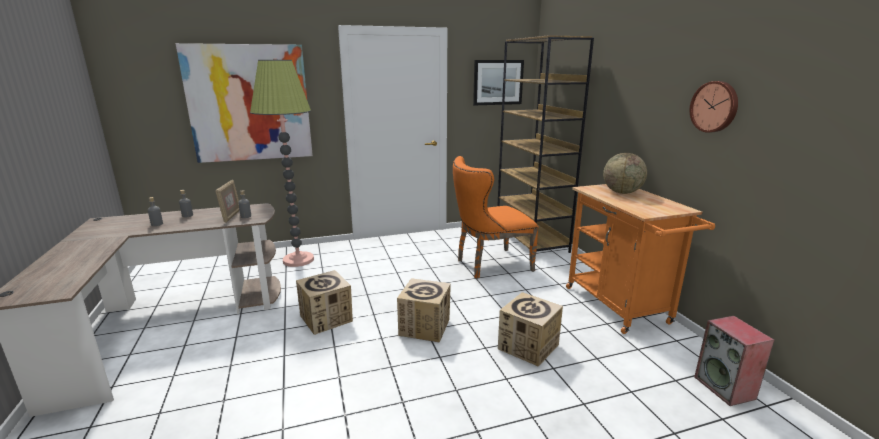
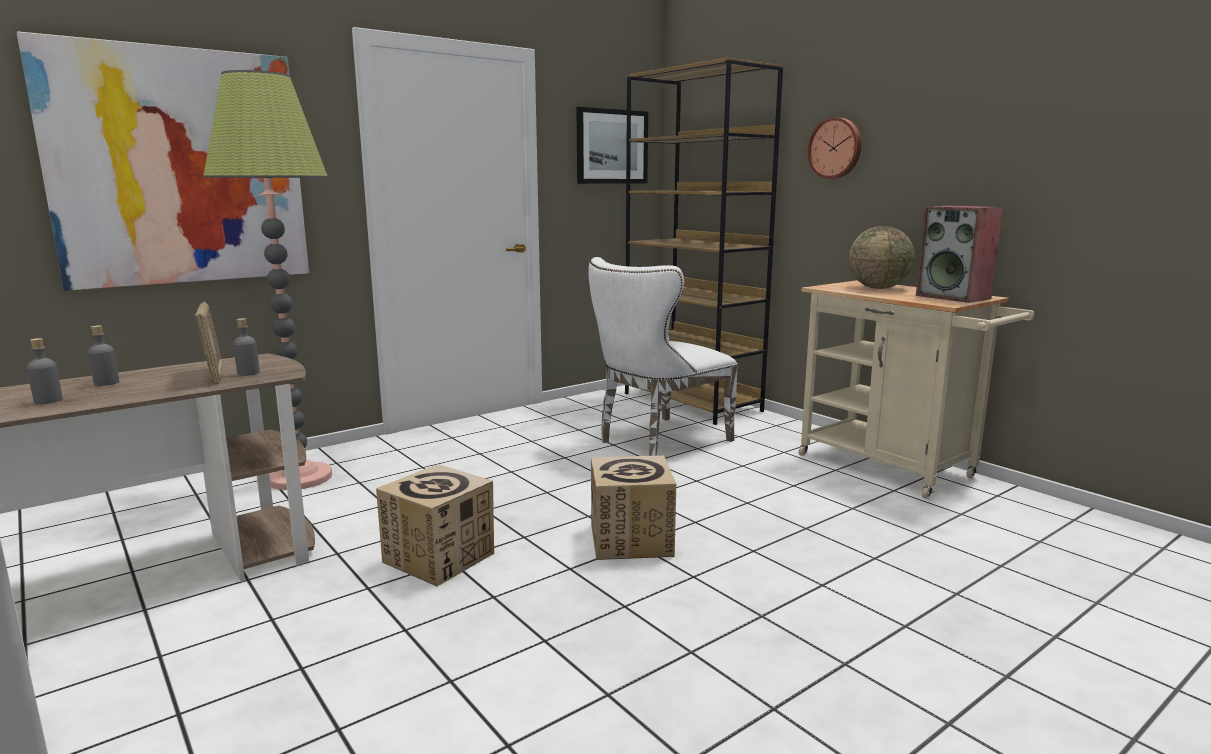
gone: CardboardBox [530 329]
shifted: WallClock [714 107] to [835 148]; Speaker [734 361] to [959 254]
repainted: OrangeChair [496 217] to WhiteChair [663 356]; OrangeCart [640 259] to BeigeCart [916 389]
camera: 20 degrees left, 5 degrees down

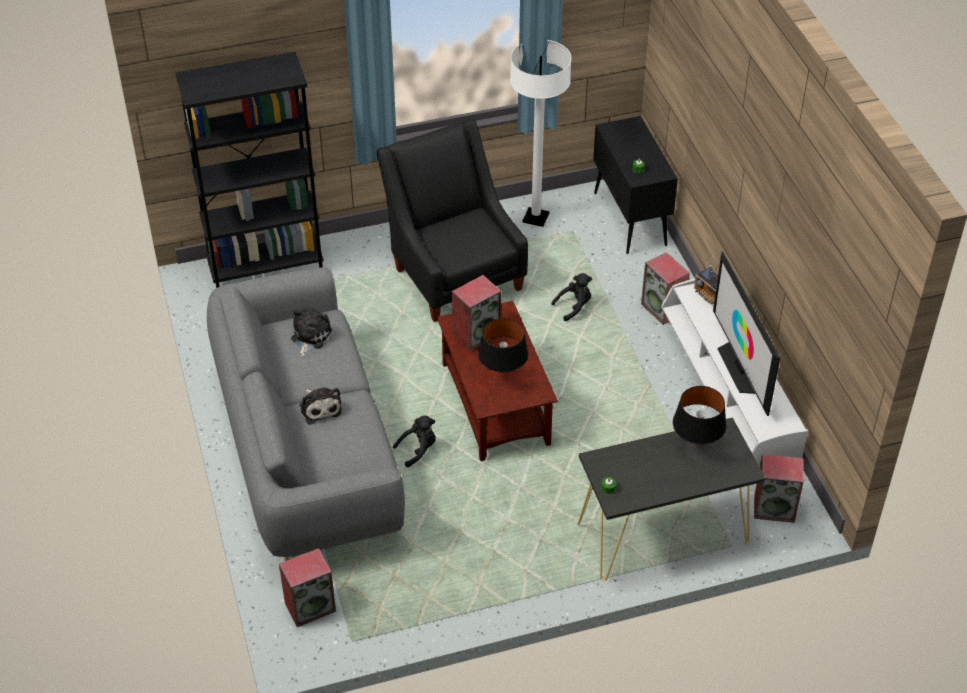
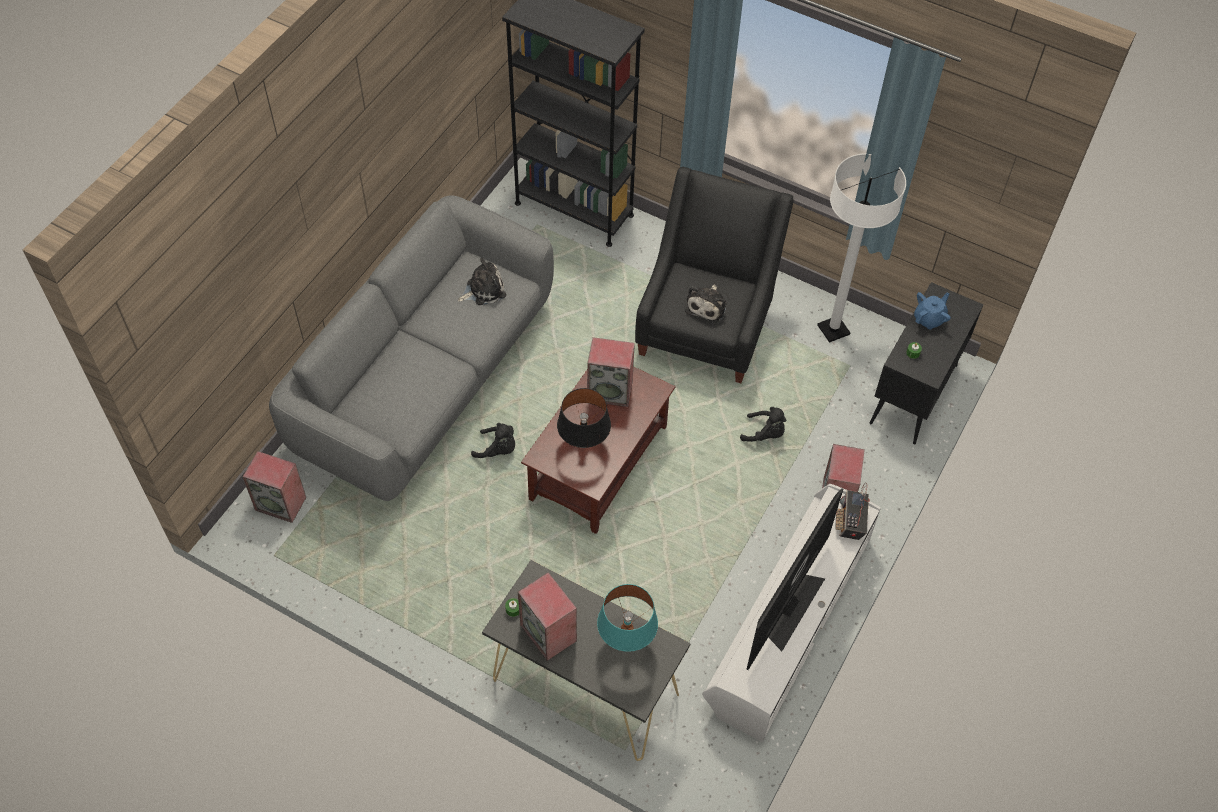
new: BlueTeapot [932 311]
shifted: Speaker [779 488] to [547 616]; PlushToy [320 406] to [706 303]
repainted: BlackTableLamp [699 416] to TurquoiseTableLamp [627 618]
camera: 45 degrees right, 10 degrees up

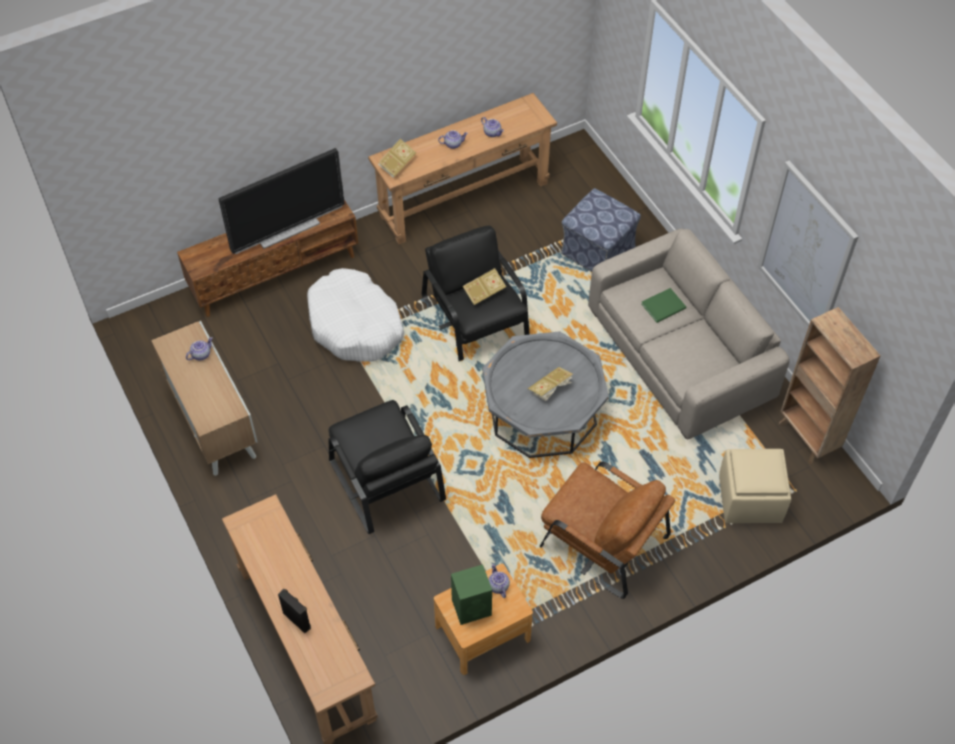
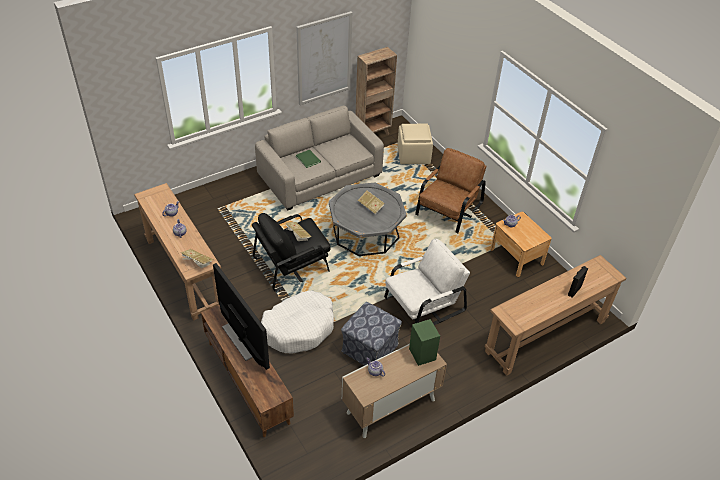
shifted: Ottoman [600 230] to [371 334]; GreenSpeaker [471 594] to [424 342]
repainted: BlackArmchair [387 467] to WhiteArmchair [427 282]
camera: 95 degrees left, 10 degrees down

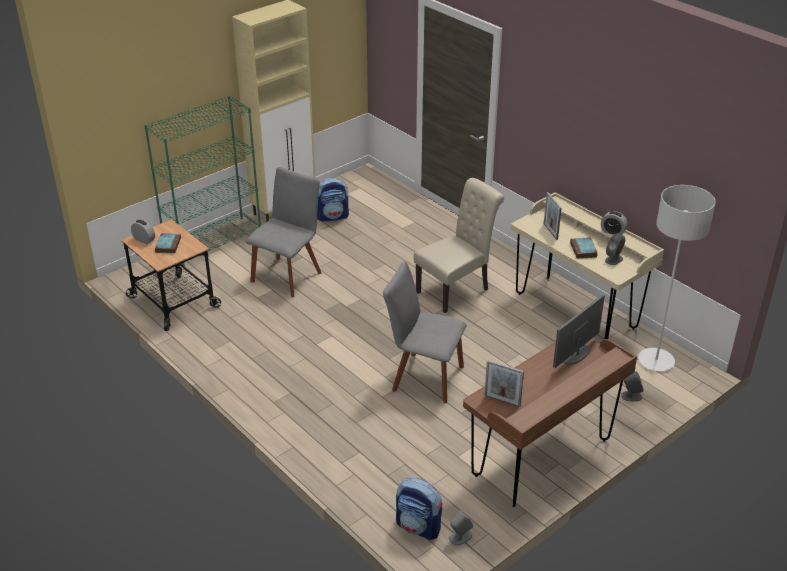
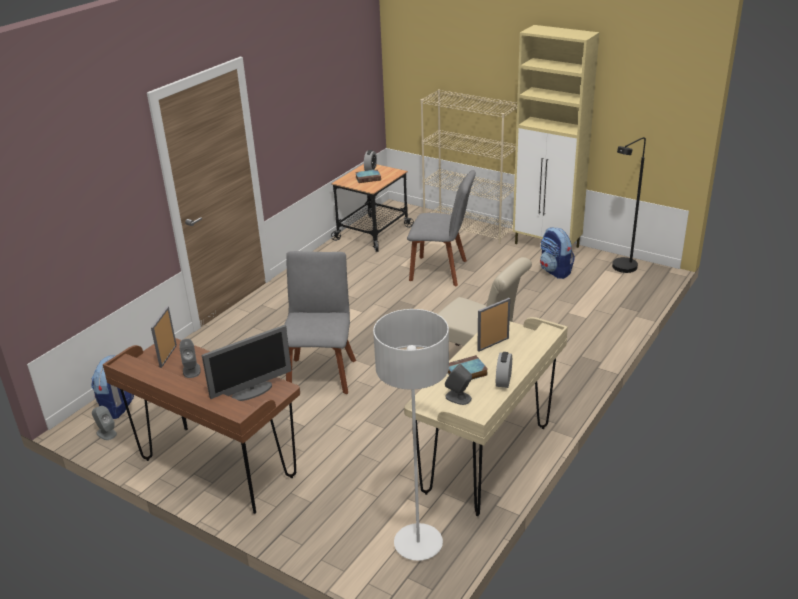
new: BlackFloorLamp [629 205]
shifted: GreySpeaker [632 386] to [190 358]
repainted: GreenBookcase [202 180] to BeigeBookcase [468 167]
rotated: Monitor [579 331] = [247 363] 120 degrees clockwise
camera: 75 degrees right, 5 degrees down

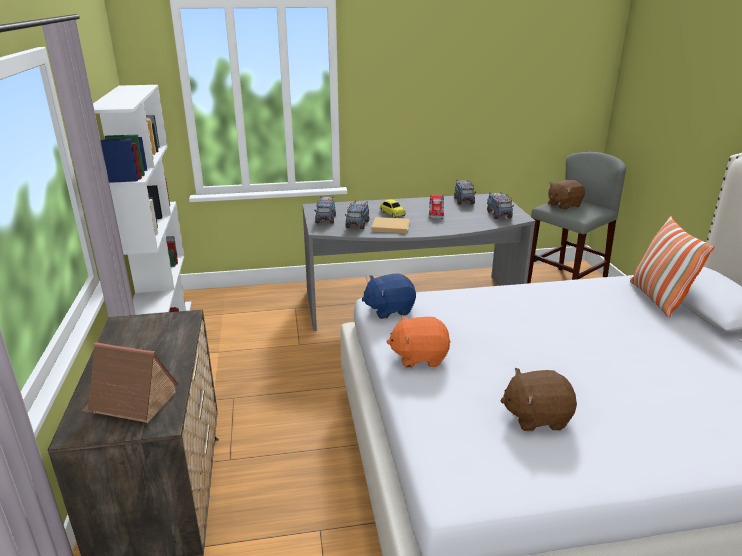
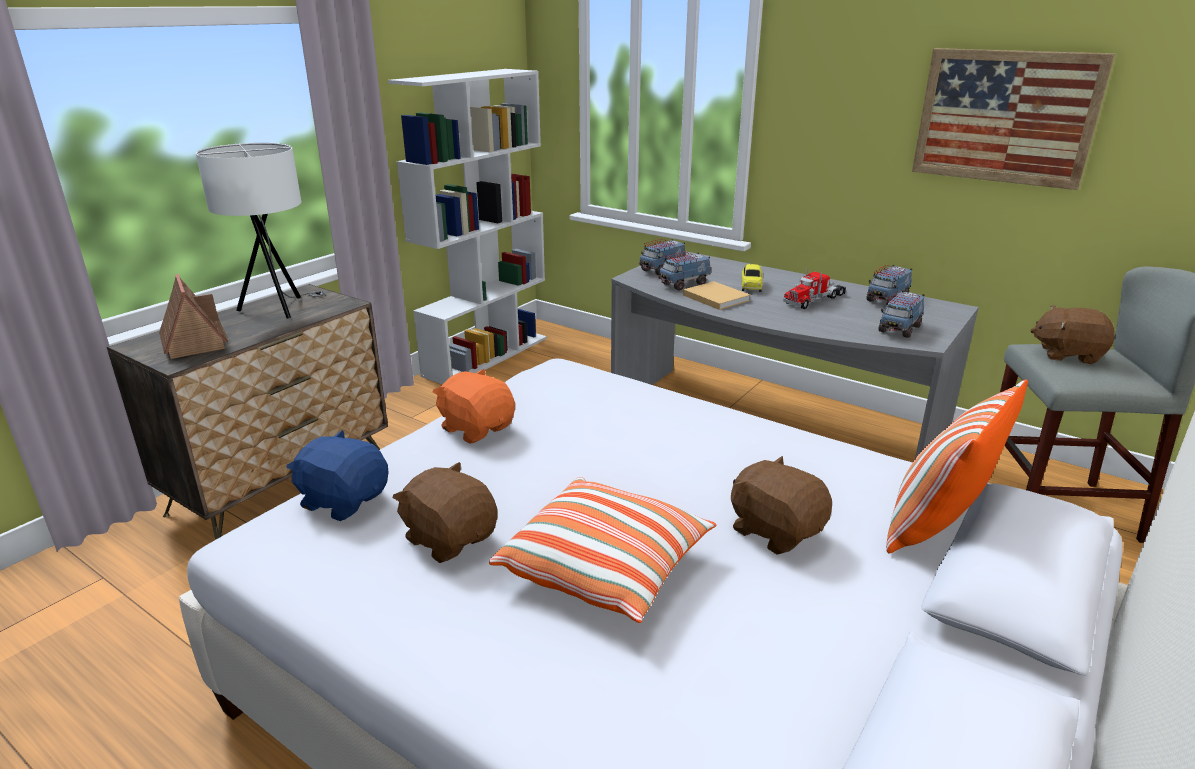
new: WhiteTableLamp [260 231]; Pillow [602 550]; BrownPlushToy [781 505]; Picture [1013 119]
shifted: BluePlushToy [389 296] to [337 475]
camera: 45 degrees right, 0 degrees up

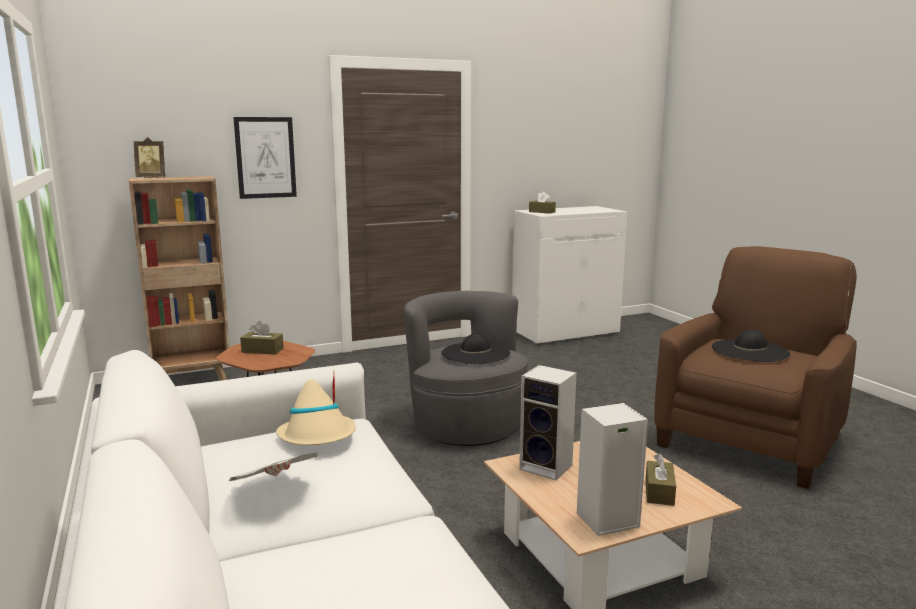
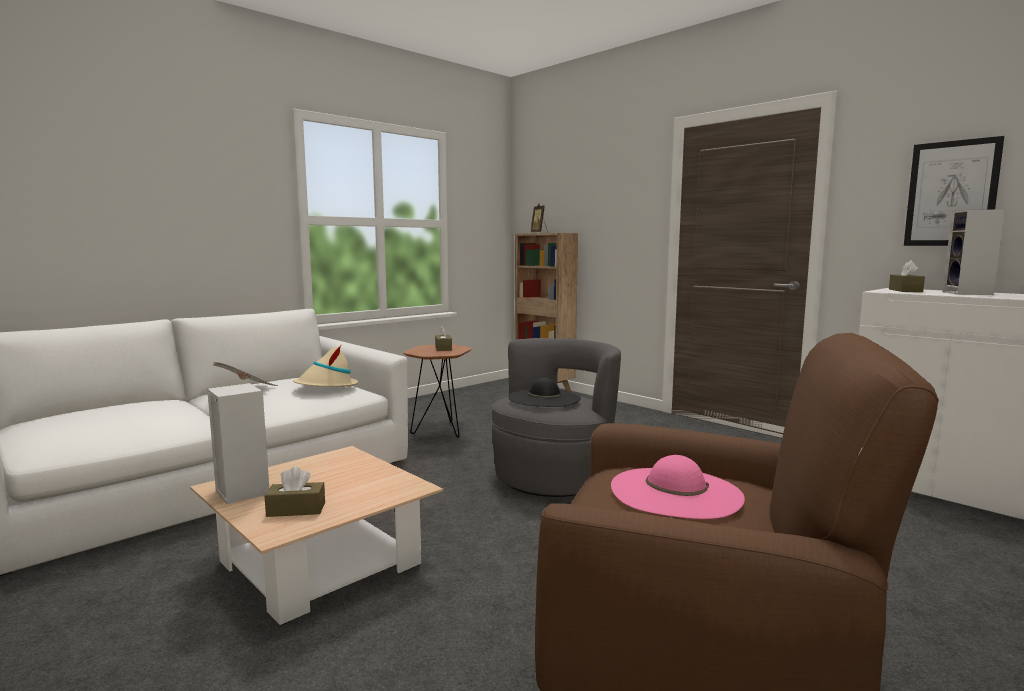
shifted: Picture [265 158] to [954 191]; Speaker [548 423] to [974 252]
repainted: BlackHat [751 346] to PinkHat [678 487]
camera: 70 degrees right, 5 degrees down

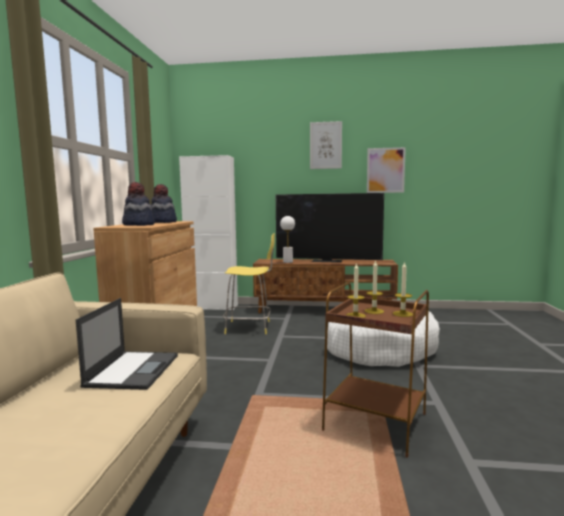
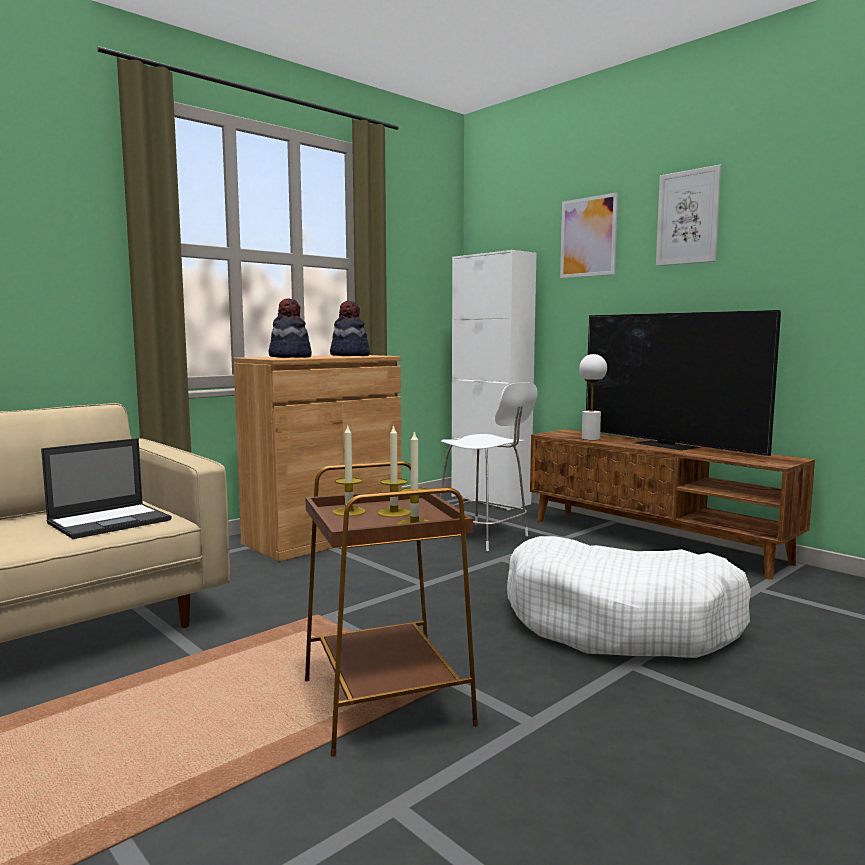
shifted: Picture [386 170] to [589 235]
repainted: YellowStool [249 283] to WhiteStool [489 466]
camera: 40 degrees right, 0 degrees up

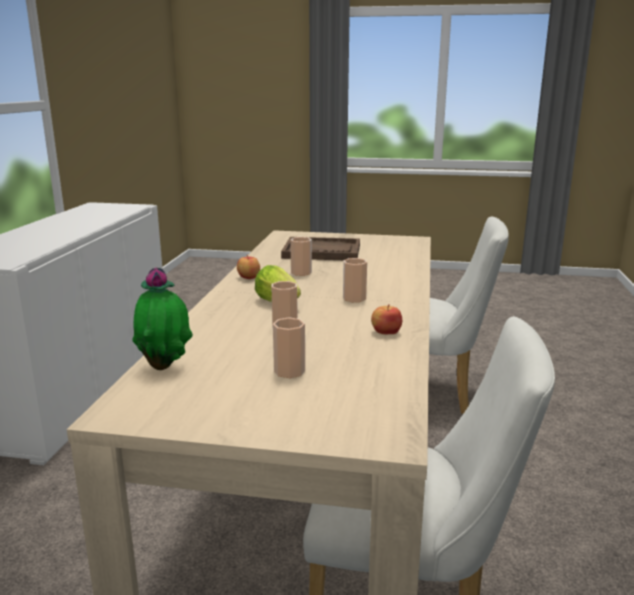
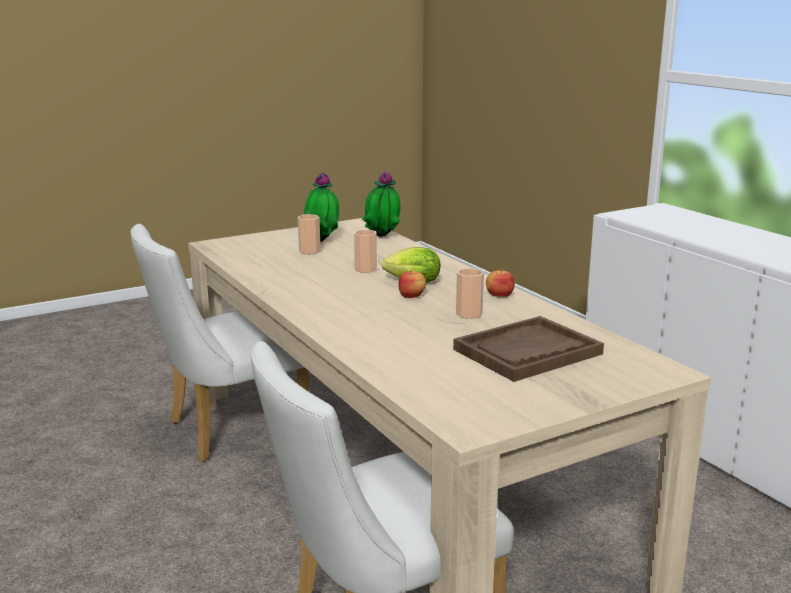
gone: Cup [355 280]
new: PottedPlant [321 207]
shifted: Apple [386 319] to [412 284]
camera: 140 degrees right, 0 degrees up

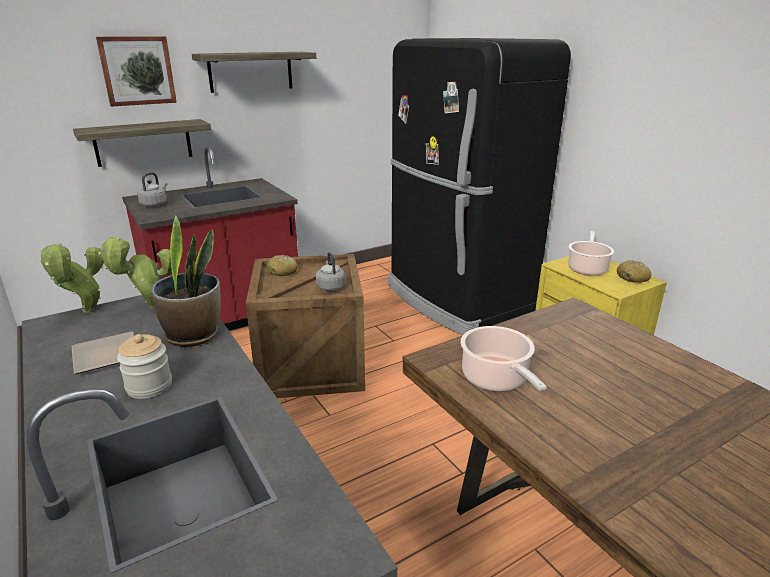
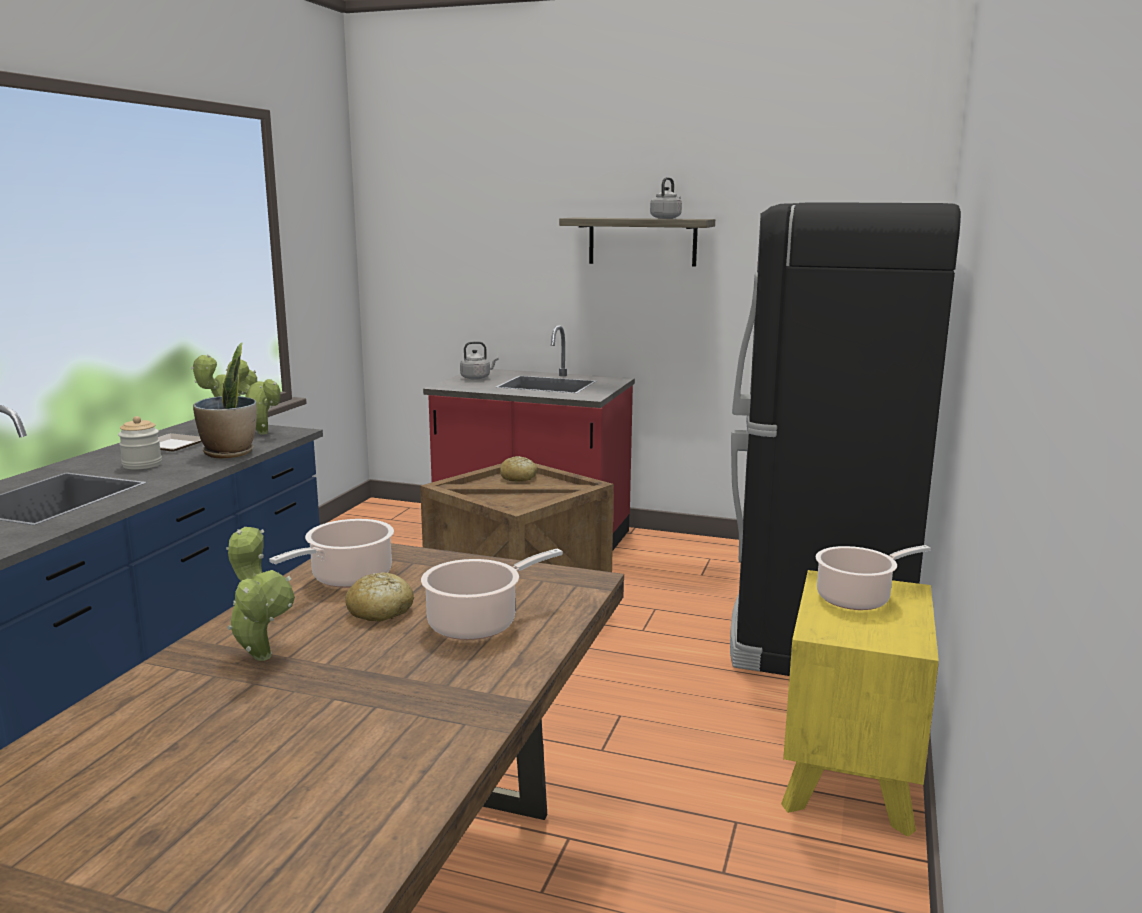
gone: Shelf [142 143]; Picture [136 71]
new: PottedPlant [260 594]; CookingPot [492 594]
shifted: Bread [634 271] to [380 596]; GreyKettle [331 271] to [666 198]
camera: 50 degrees right, 10 degrees down

